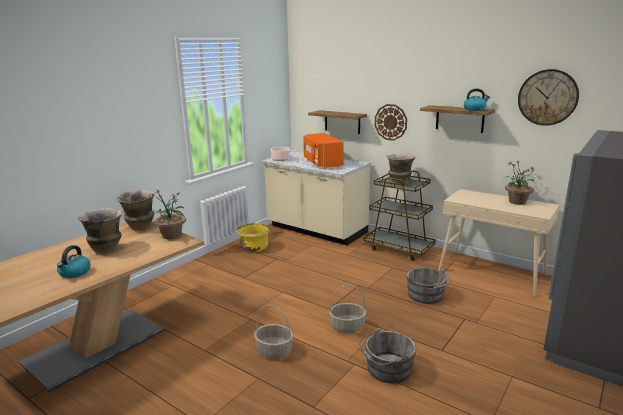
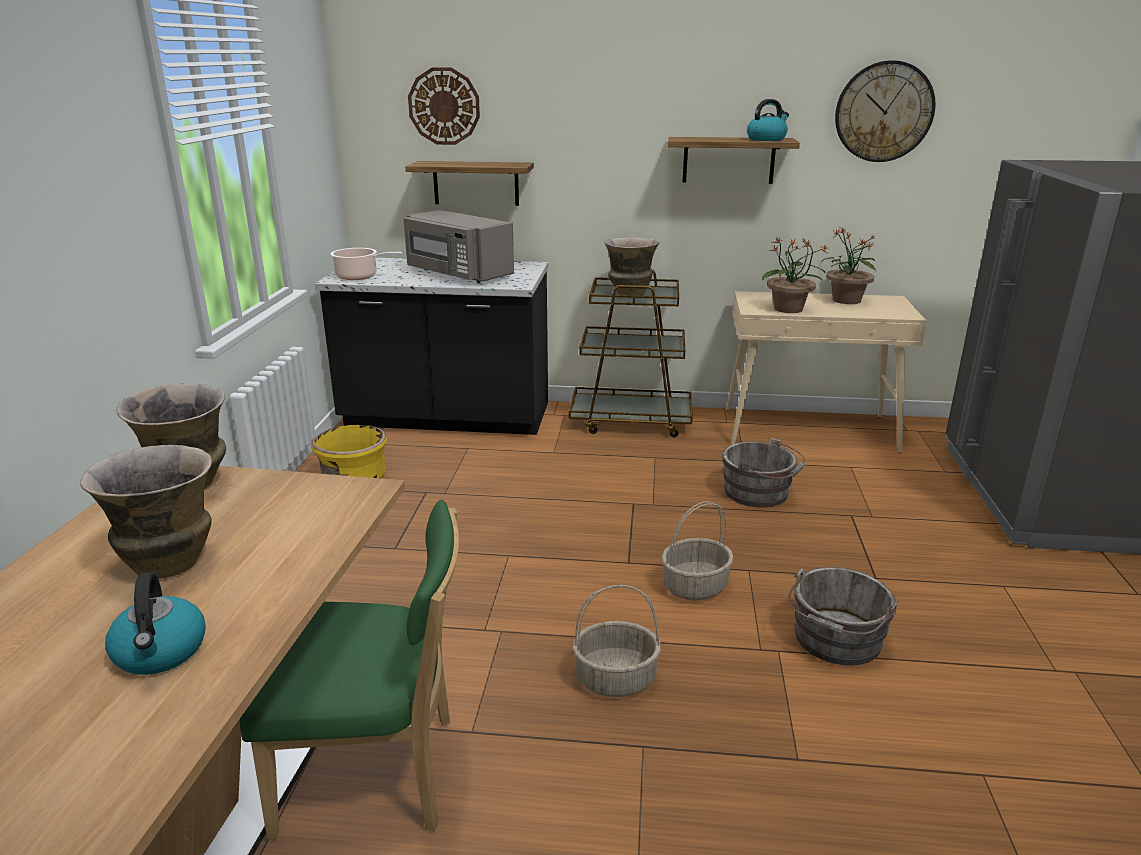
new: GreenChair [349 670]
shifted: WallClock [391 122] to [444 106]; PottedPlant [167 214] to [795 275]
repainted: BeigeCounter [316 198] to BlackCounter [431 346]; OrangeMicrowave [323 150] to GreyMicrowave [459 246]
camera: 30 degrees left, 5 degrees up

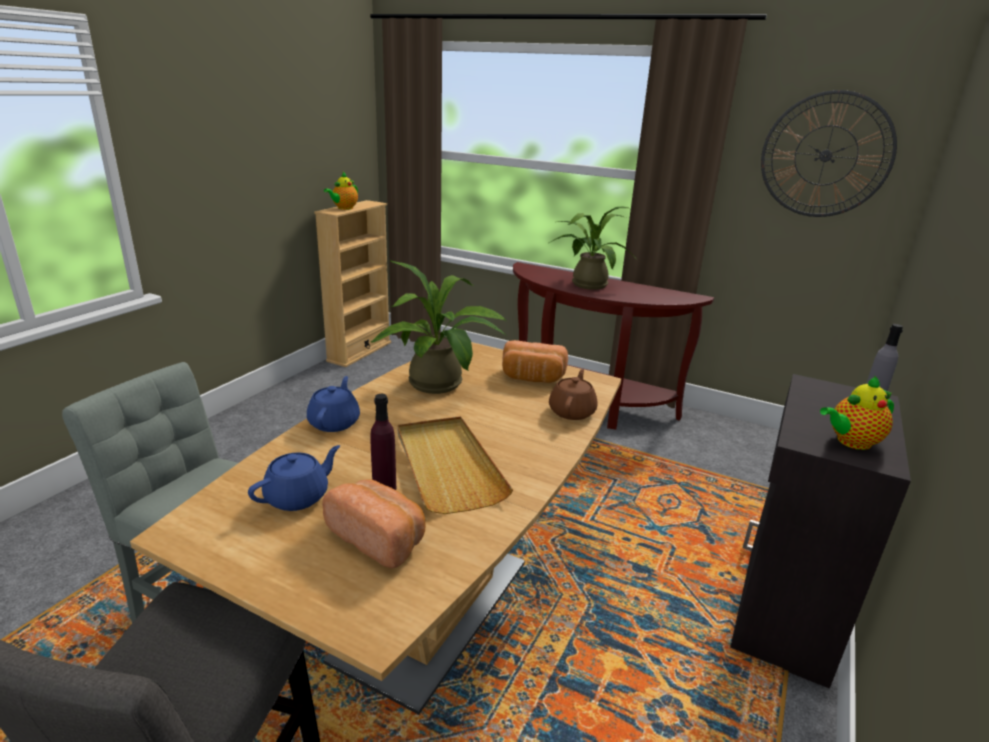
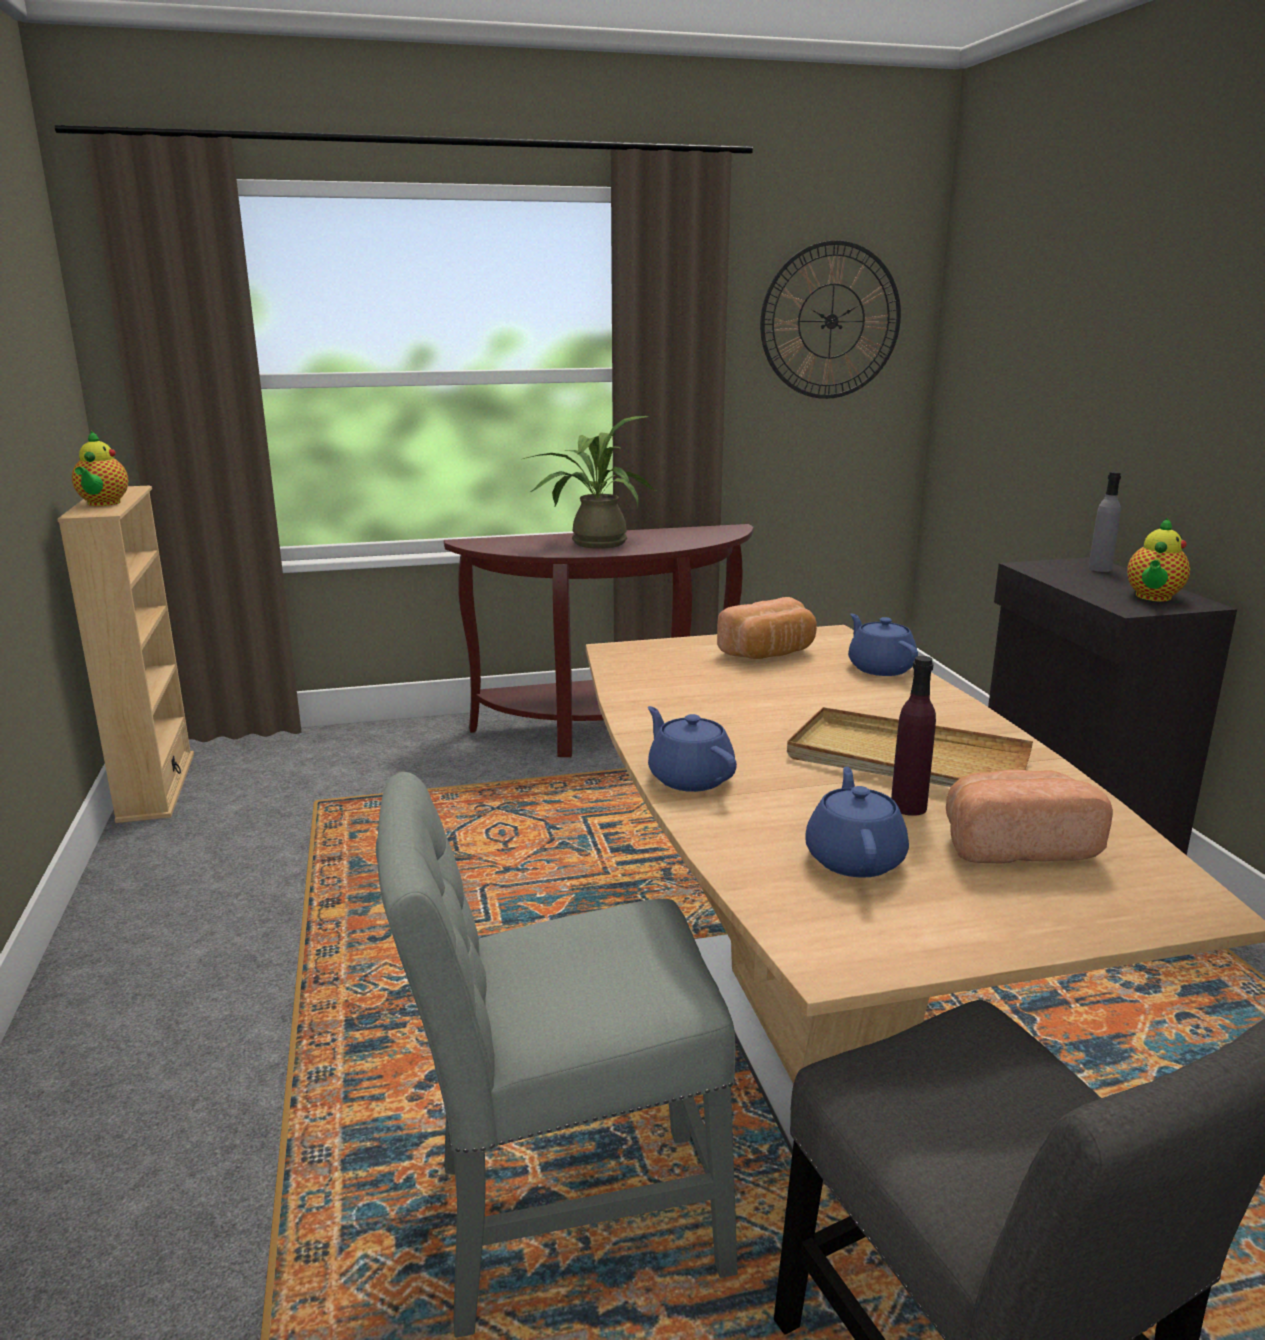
gone: PottedPlant [438 327]
repainted: BrownTeapot [573 394] to BlueTeapot [883 645]
camera: 40 degrees left, 5 degrees down

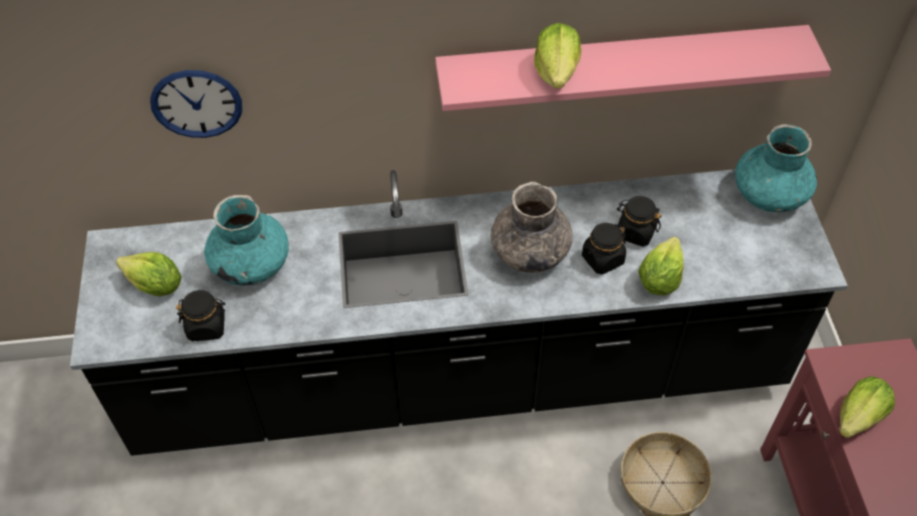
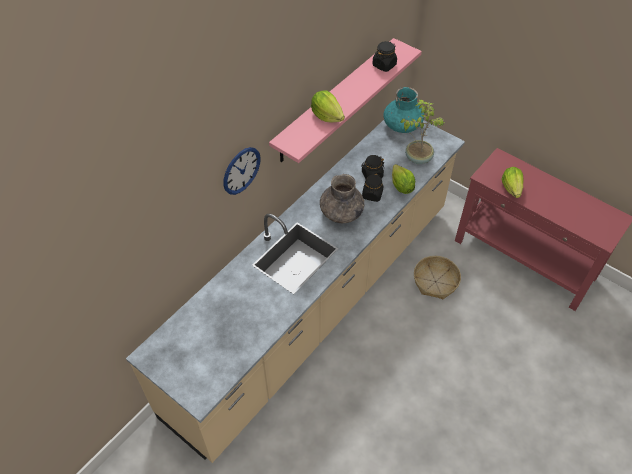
gone: Lettuce [148 274]; TurquoiseVase [246 240]
new: PottedPlant [422 131]
shifted: WallClock [196 104] to [242 171]; BlackJar [200 315] to [384 56]
repainted: BlackCounter [459 312] to BeigeCounter [295 291]
camera: 45 degrees left, 0 degrees up

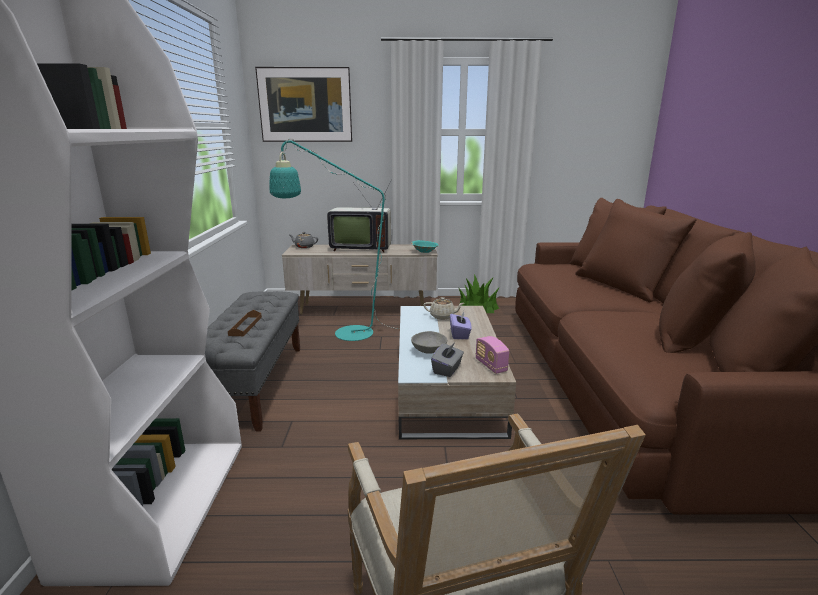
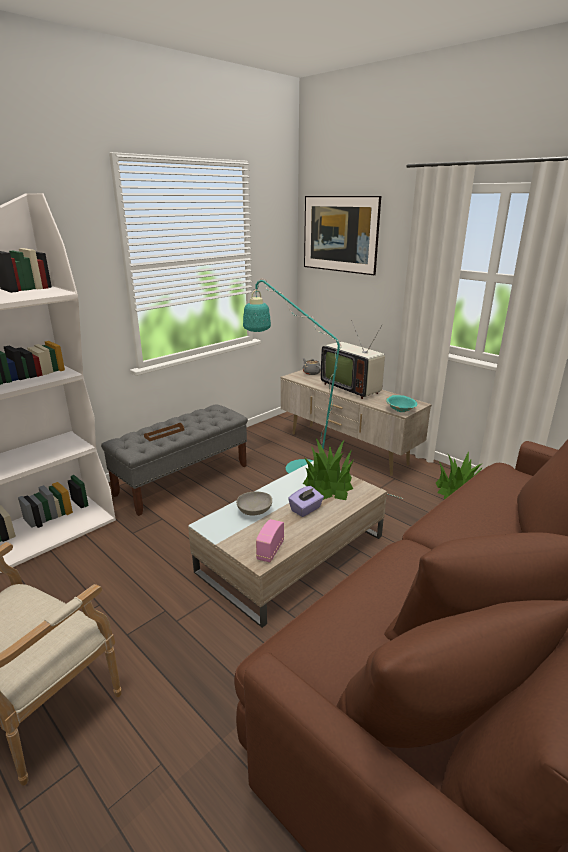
gone: GreyTissueBox [447 360]
swapped: BeigeTeapot [444 308] to PottedPlant [328 469]
camera: 45 degrees right, 5 degrees up

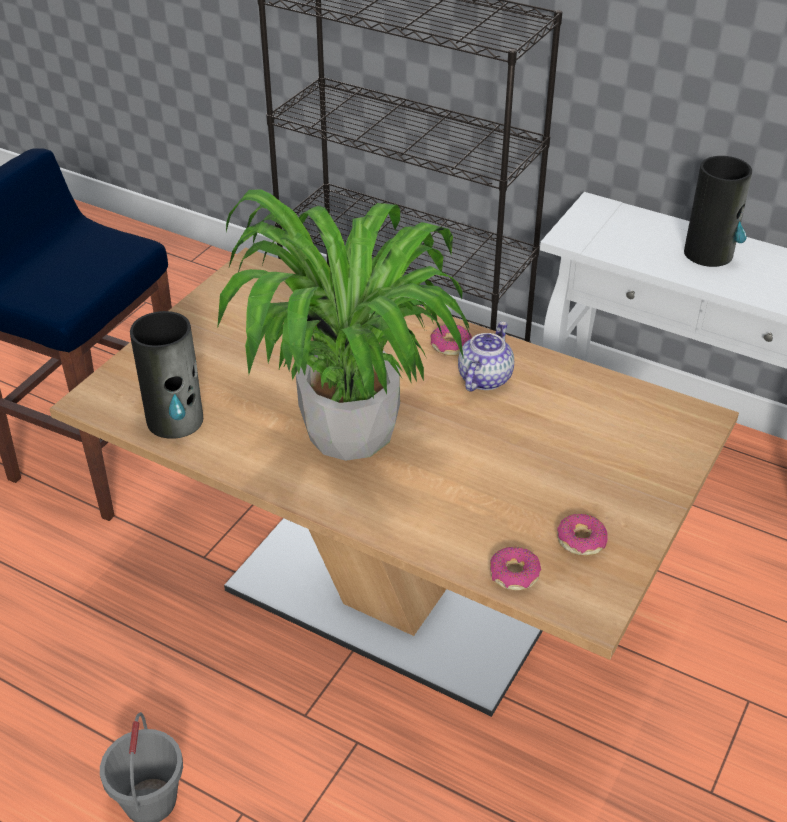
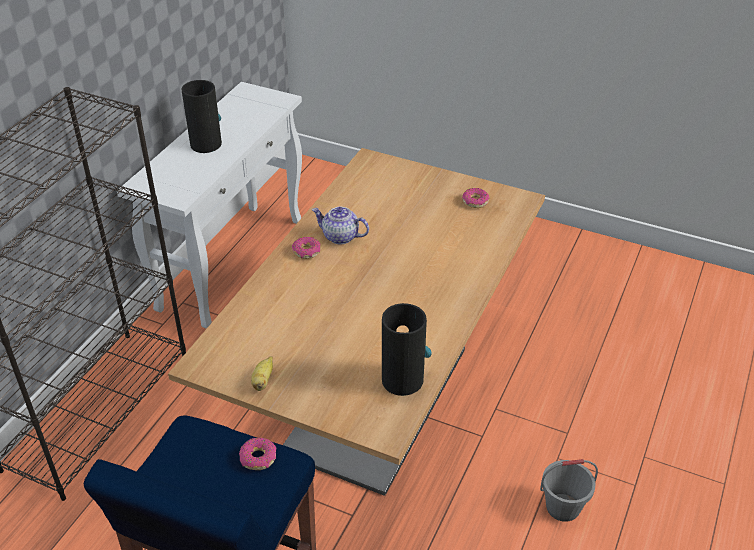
gone: PottedPlant [344 325]
new: Banana [262 373]
shifted: Donut [515 569] to [257 454]
camera: 95 degrees left, 0 degrees up

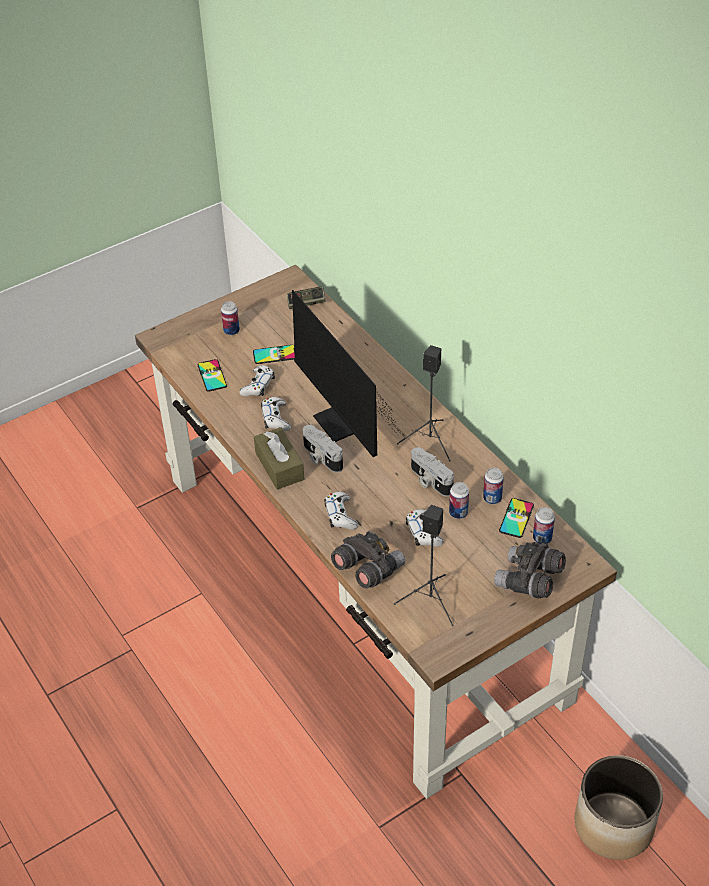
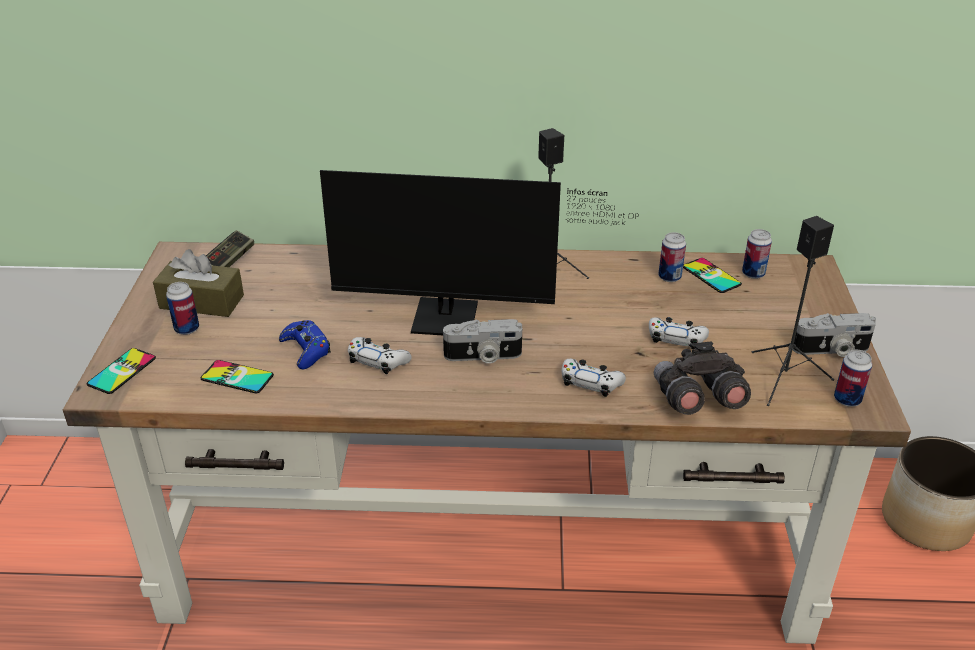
gone: GreyBinoculars [530 570]
shifted: Phone [274 354] to [121 371]; BrownTissueBox [279 458] to [198 283]; PhotoCamera [432 471] to [834 335]; Can [459 500] to [853 378]
repainted: WhiteGameController [257 380] to BlueGameController [305 344]
camera: 55 degrees left, 10 degrees down

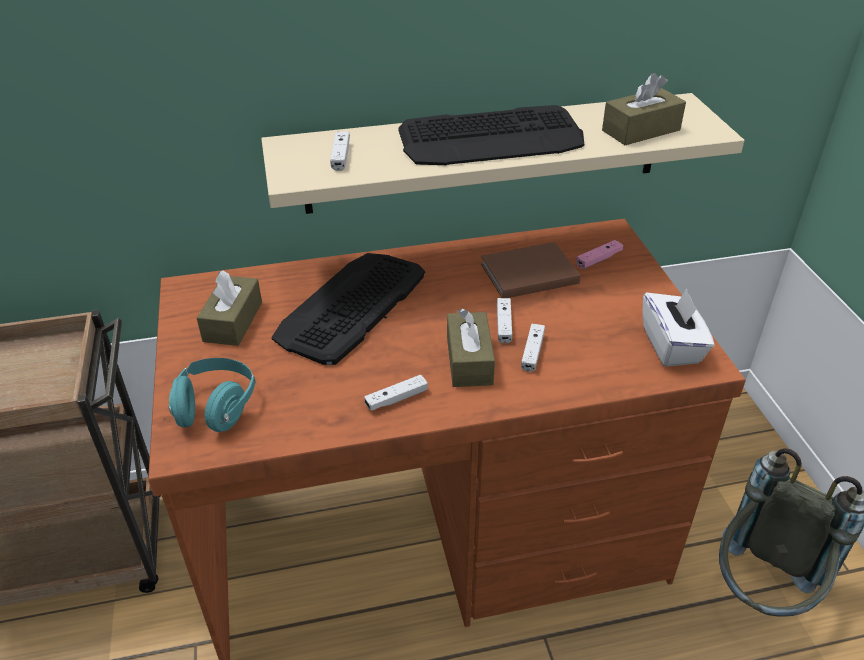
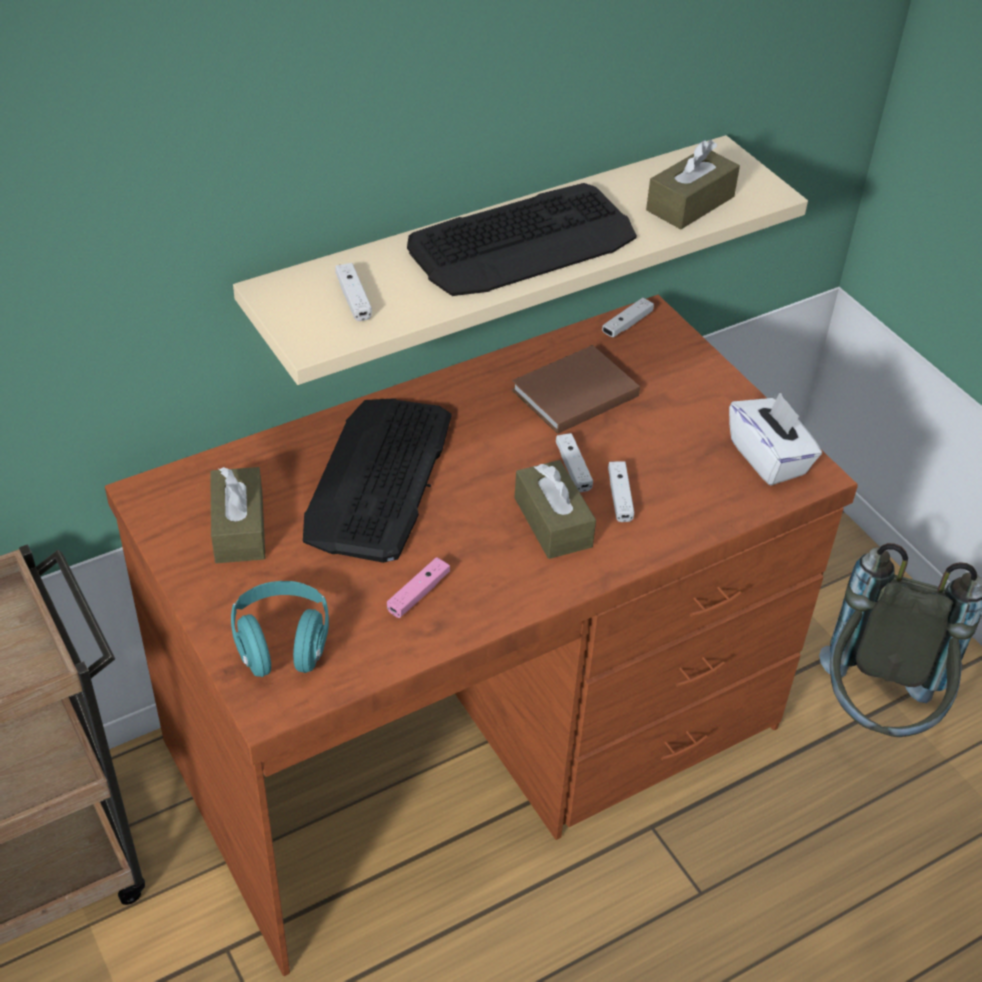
shifted: PinkGameController [599 254] to [418 587]; WhiteGameController [396 393] to [628 317]
camera: 20 degrees left, 5 degrees up

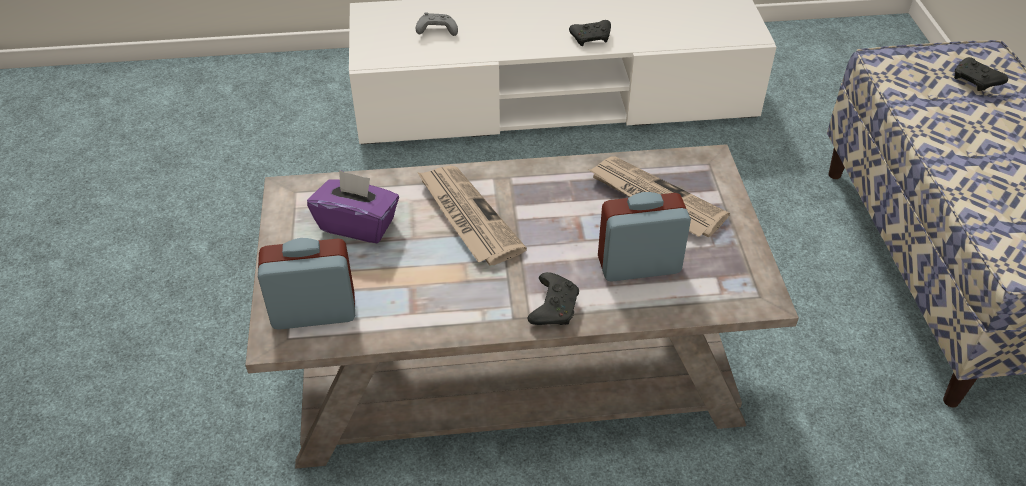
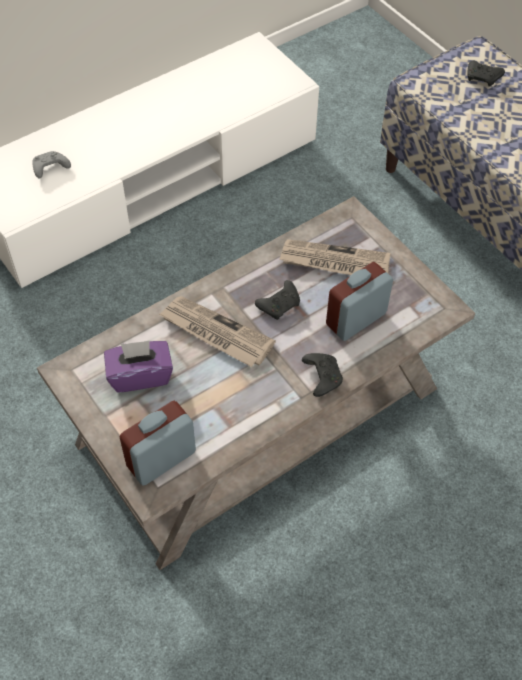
shifted: BlackGameController [590 33] to [277 300]
camera: 30 degrees left, 10 degrees up

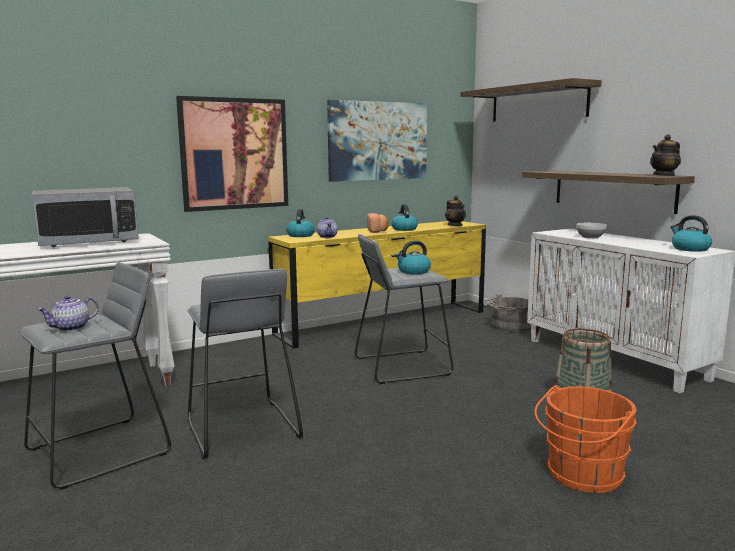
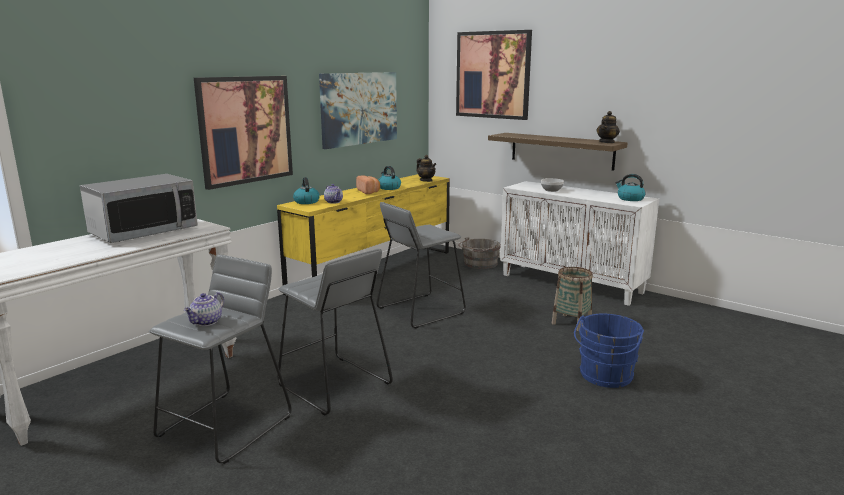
gone: Kettle [413 257]
swapped: Shelf [531 100] to Picture [494 75]
repainted: OrangeBucket [585 439] to BlueBucket [609 351]
camera: 20 degrees left, 5 degrees up

